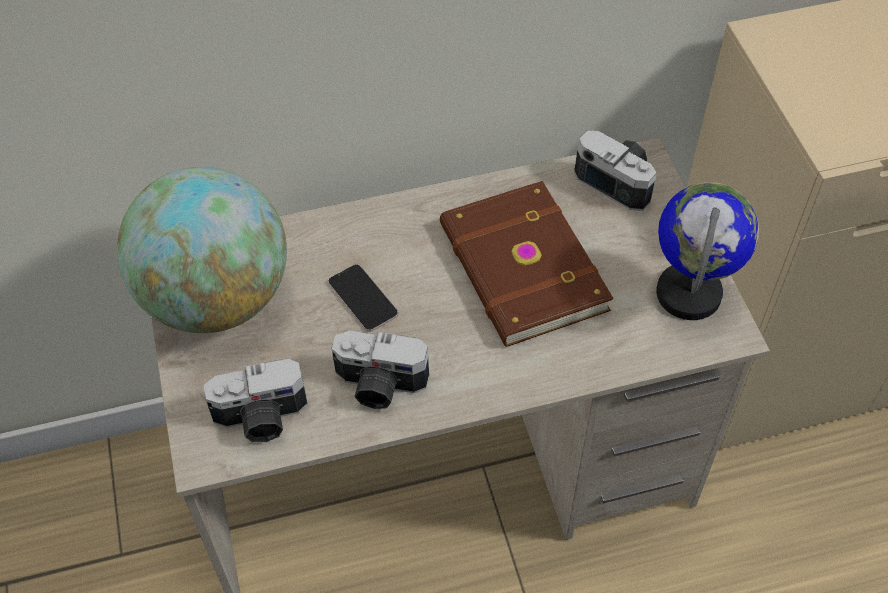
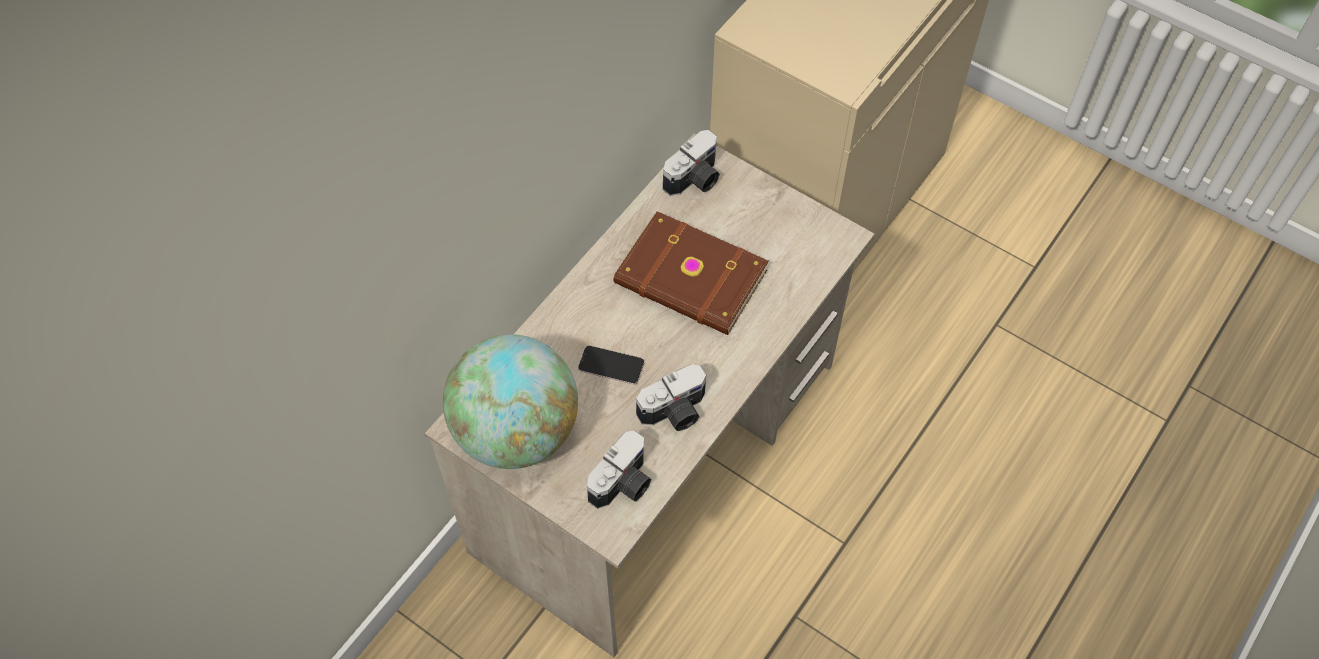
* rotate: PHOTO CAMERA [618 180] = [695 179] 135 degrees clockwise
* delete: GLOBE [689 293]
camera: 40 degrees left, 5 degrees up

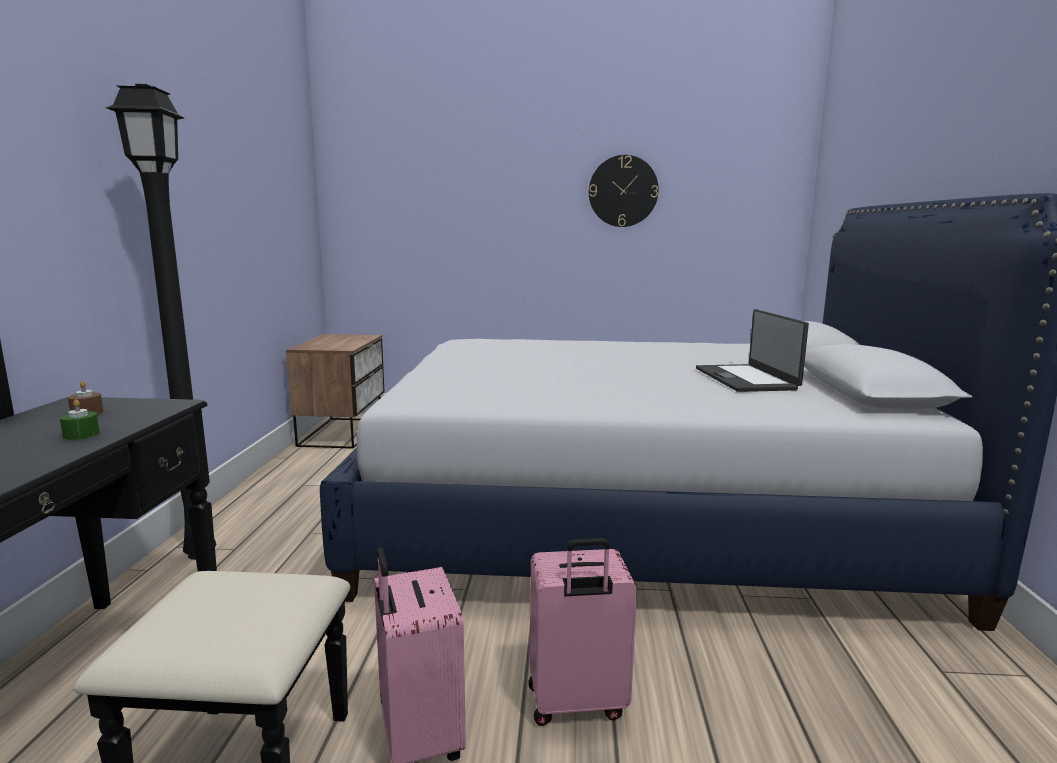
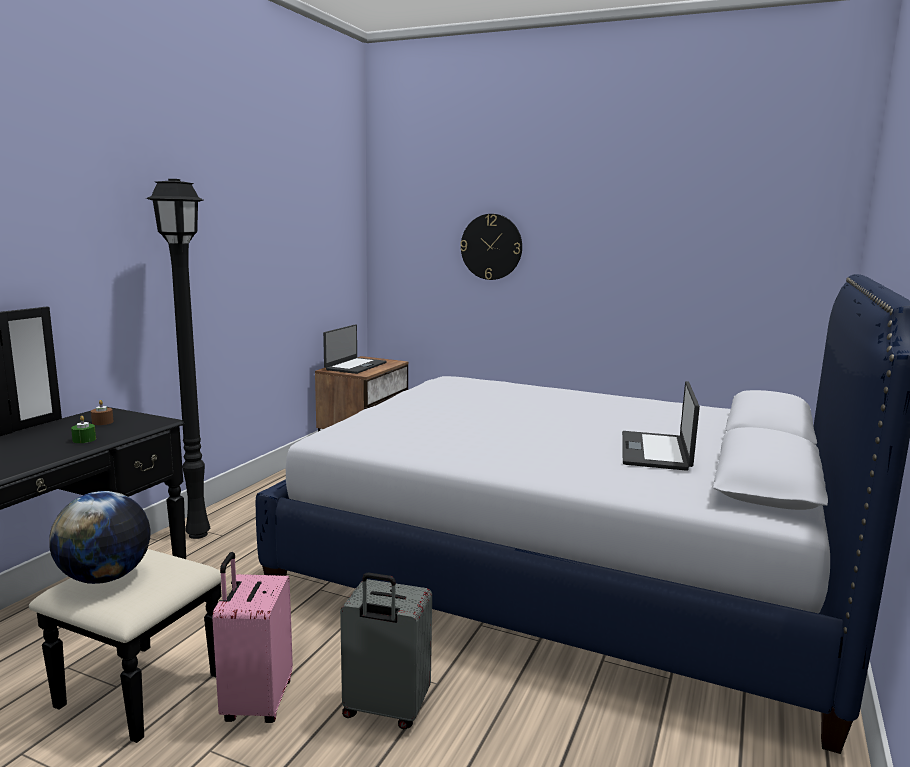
* recolor: PINK SUITCASE [576 704] to GREY SUITCASE [385 710]
* move: WALL CLOCK [623 191] to [491 247]
* insert: GLOBE [105 577]
* insert: LAPTOP [355 366]
camera: 20 degrees right, 0 degrees up

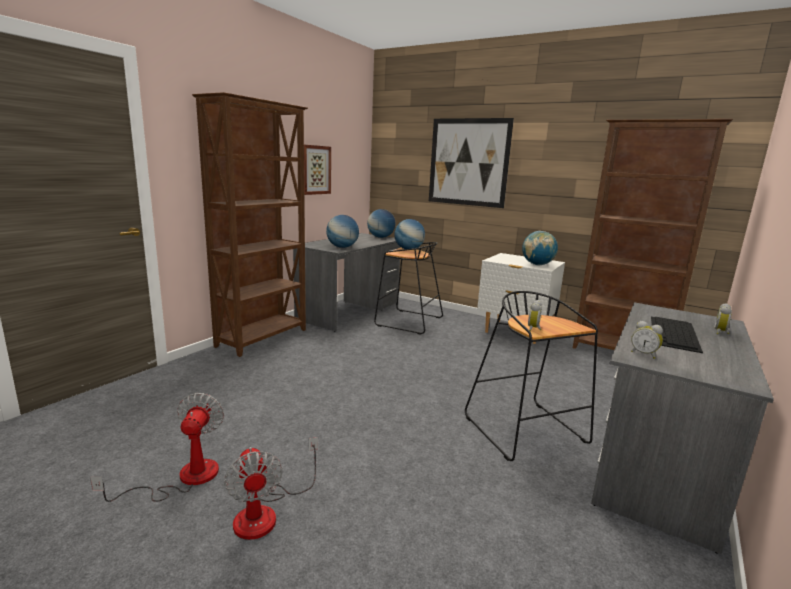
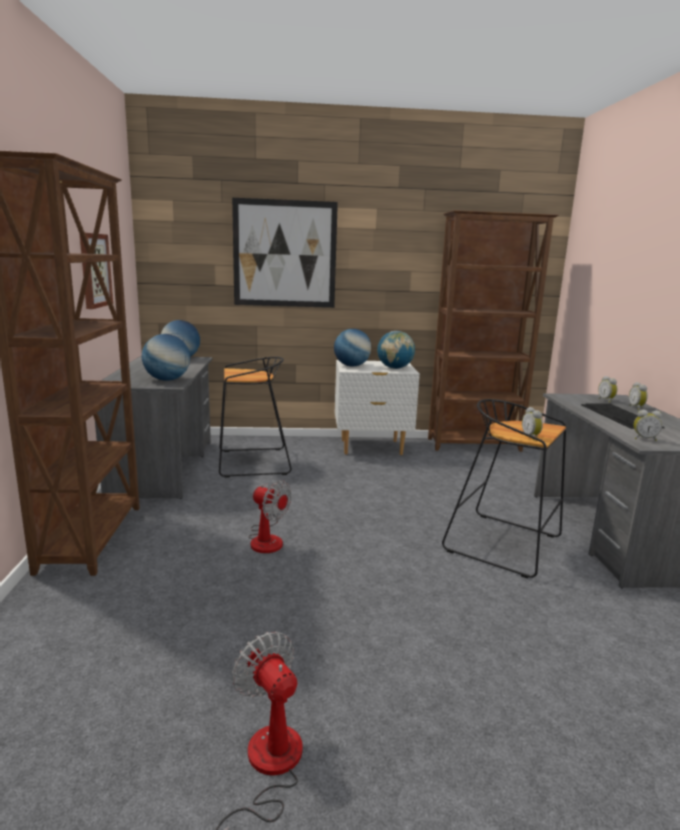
* move: FAN [266 512] to [267 538]
* move: GLOBE [408 249] to [351 366]
* insert: ALARM CLOCK [606 400]
camera: 35 degrees left, 0 degrees up

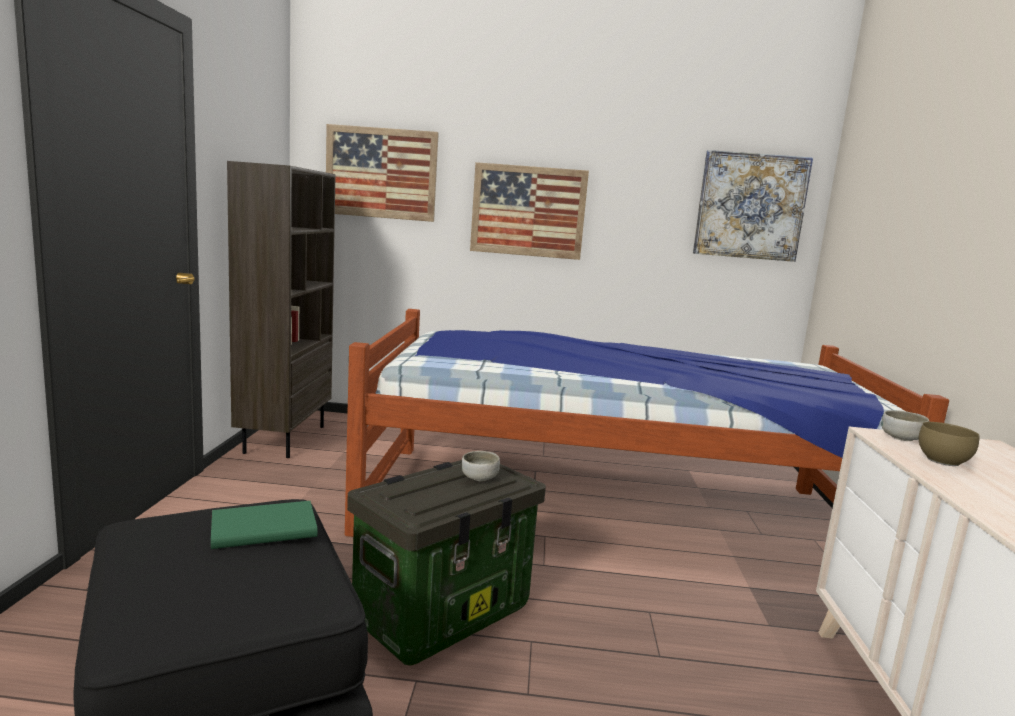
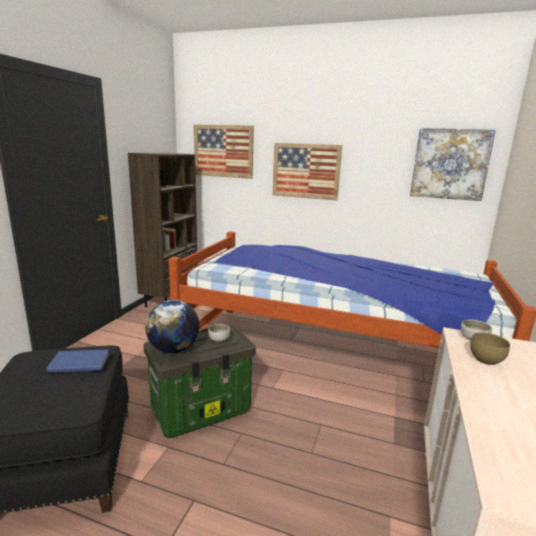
* recolor: GREEN BOOK [262 527] to BLUE BOOK [79 362]
* insert: GLOBE [174 349]
camera: 15 degrees right, 5 degrees up

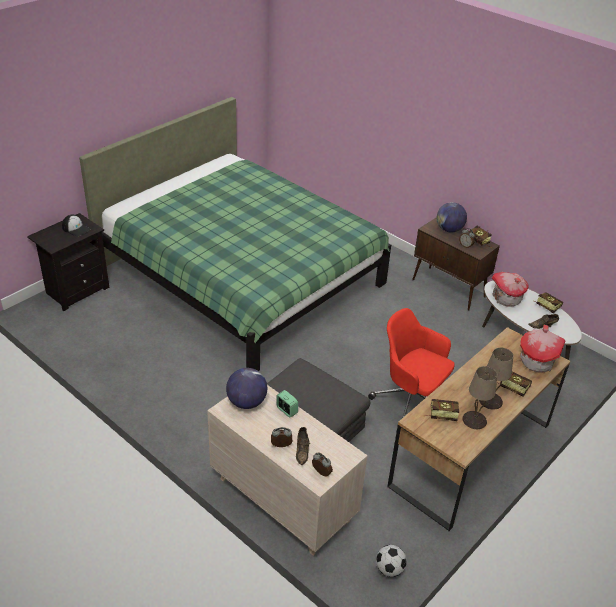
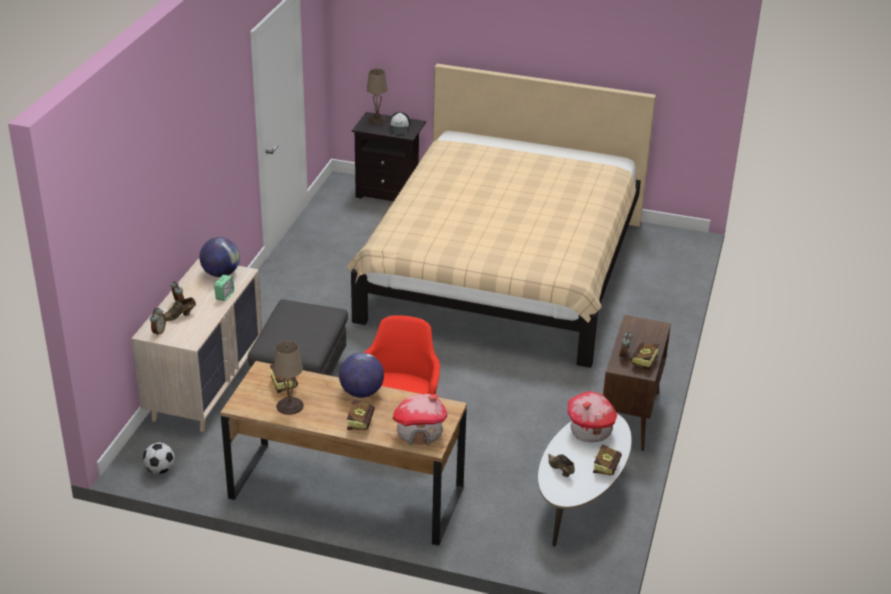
* recolor: GREEN BED [241 276] to BEIGE BED [503 271]
* move: GLOBE [449 230] to [361 392]
* move: BEIGE TABLE LAMP [490 400] to [377 119]
camera: 65 degrees right, 5 degrees down

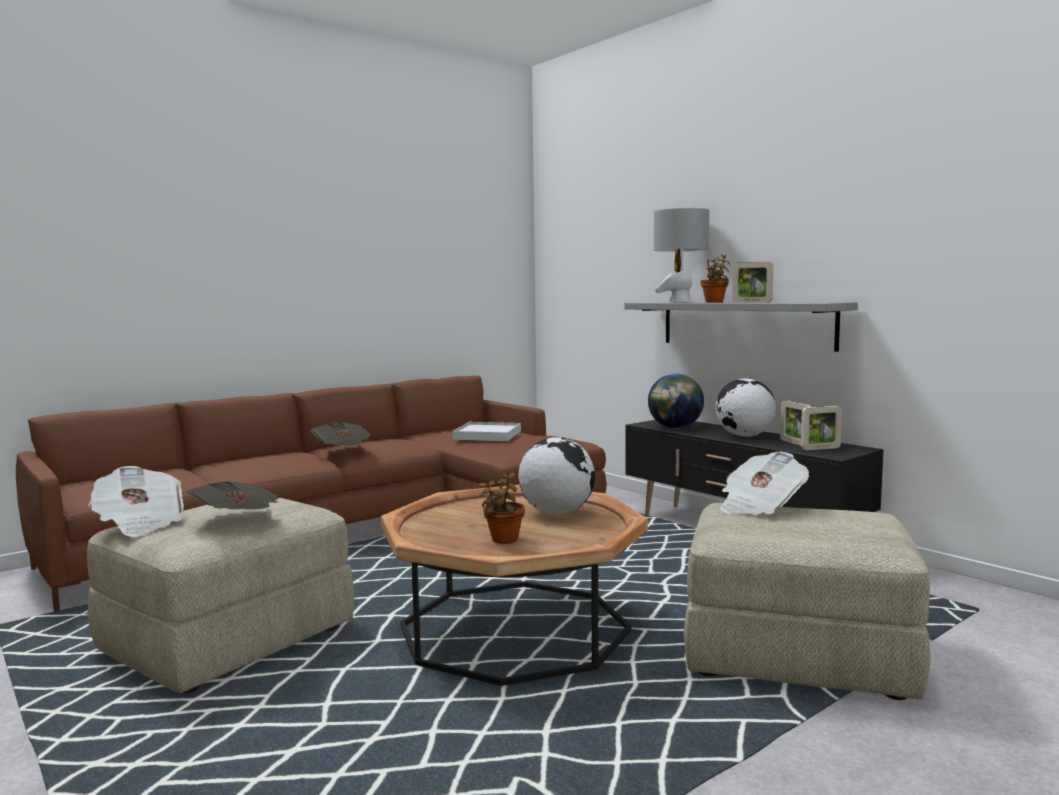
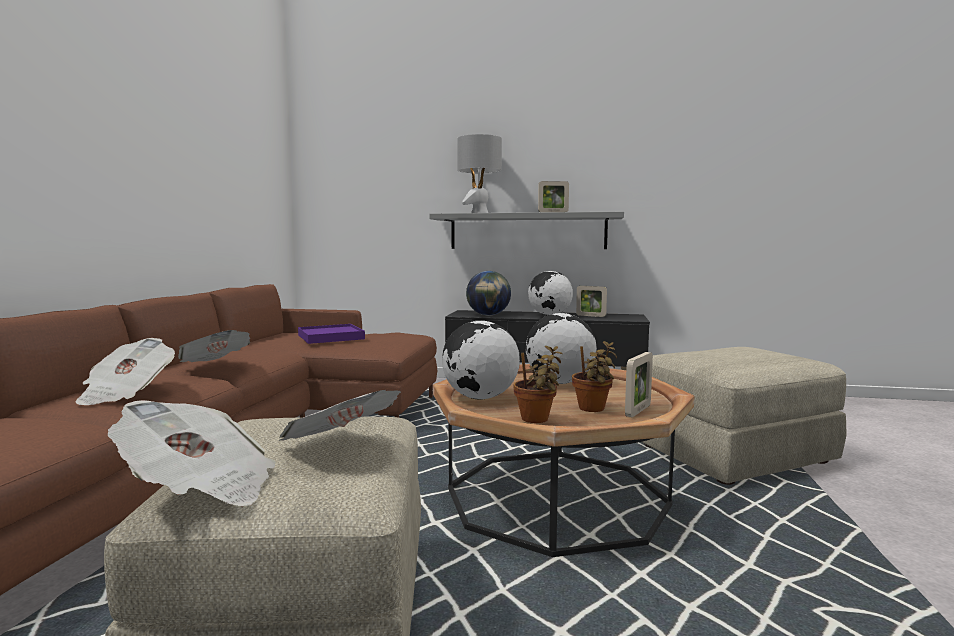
* recolor: WHITE TRAY [487 435] to PURPLE TRAY [330 337]
* move: POTTED PLANT [714 302] to [537 419]
* move: NEWSPAPER [759 507] to [126 394]
* move: PICTURE FRAME [820 448] to [638 411]
* insert: GLOBE [480 398]
camera: 40 degrees left, 0 degrees up

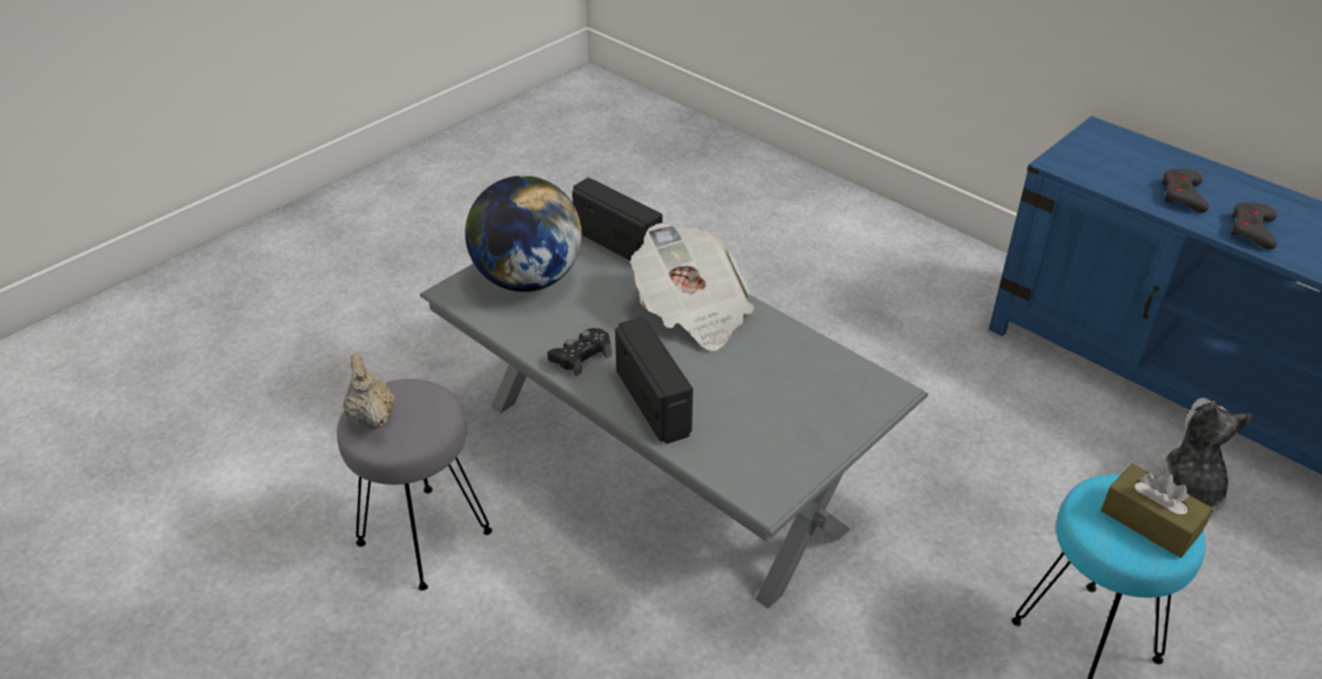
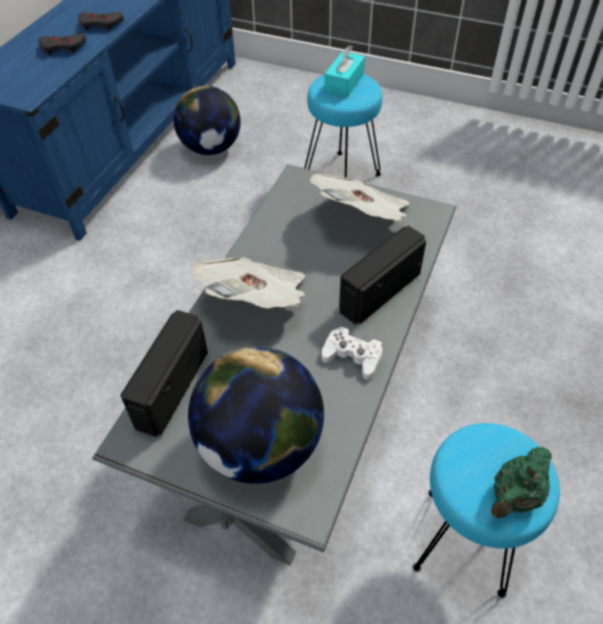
* recolor: GREY STOOL [424 536] to TURQUOISE STOOL [464 542]
* recolor: BEIGE TEAPOT [372 417] to GREEN TEAPOT [514 496]
* recolor: BLACK GAME CONTROLLER [581 356] to WHITE GAME CONTROLLER [352 356]
* recolor: BROWN TISSUE BOX [1150 522] to TURQUOISE TISSUE BOX [344 83]
* replace: PLUSH TOY [1187 488] to GLOBE [211 148]
* insert: NEWSPAPER [362 217]
camera: 110 degrees left, 10 degrees up

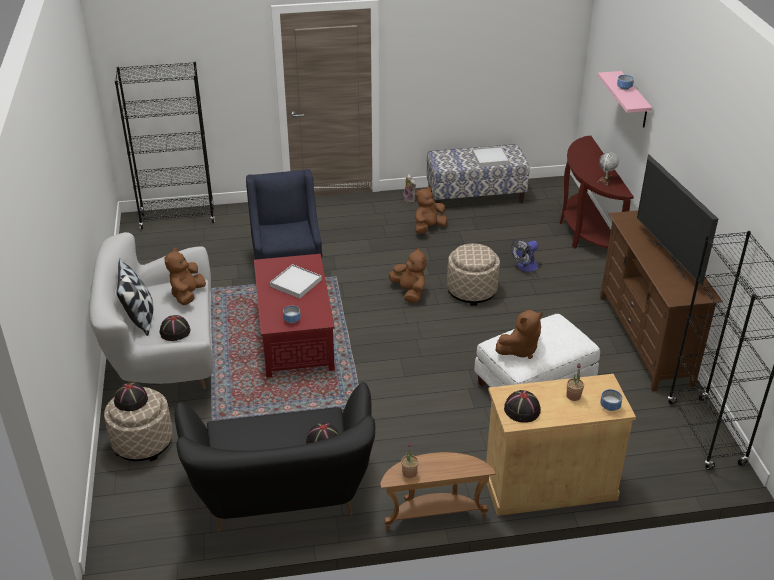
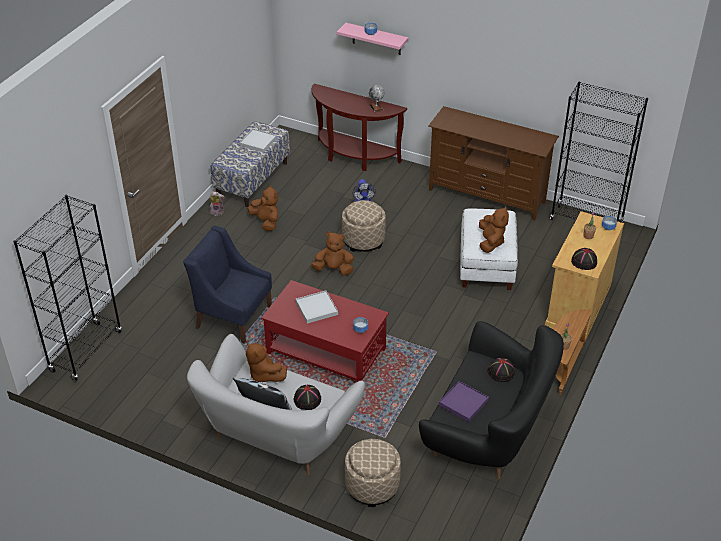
* delete: BLACK HAT [131 400]
* rotate: BROWN PLUSH TOY [428 228] = [266 222] 150 degrees clockwise
* delete: TELEVISION [667 258]
* insert: PURPLE TRAY [463 403]
camera: 55 degrees left, 5 degrees up

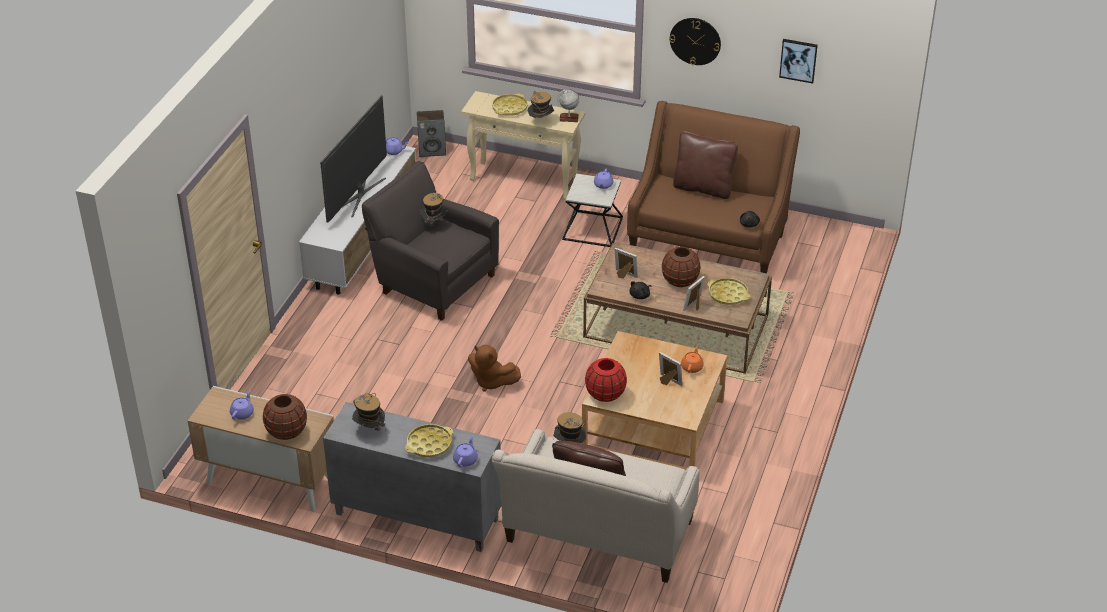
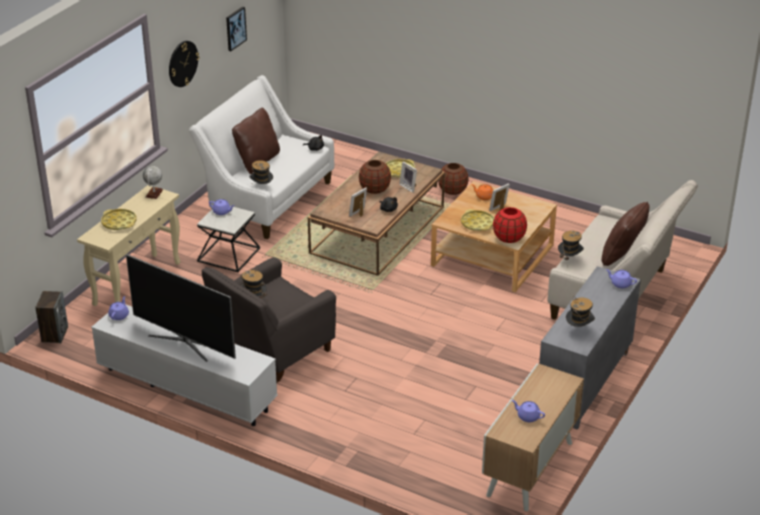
* move: BROWN VASE [286 431] to [453 191]
* move: YELLOW TRAY [429 444] to [477 223]
* delete: BROWN PLUSH TOY [491 382]
* move: HAT [541 122] to [261 188]
* recolor: BROWN SOFA [709 237] to WHITE SOFA [267 200]
camera: 80 degrees left, 5 degrees down

